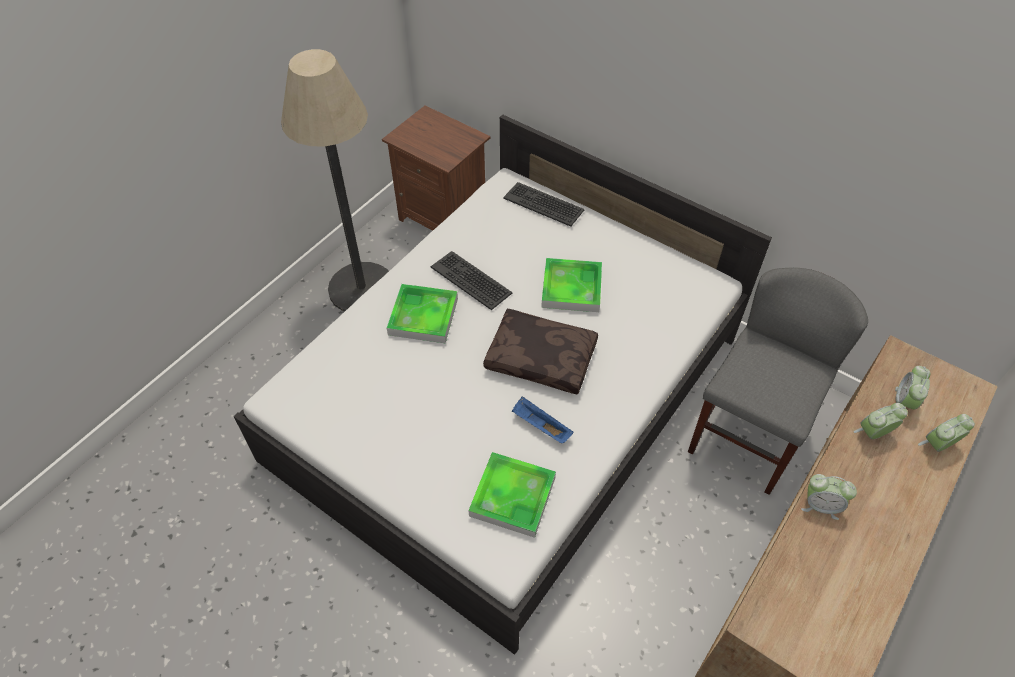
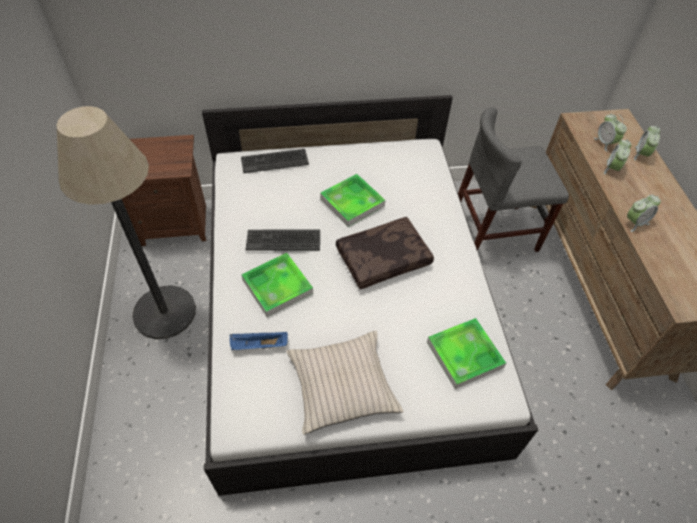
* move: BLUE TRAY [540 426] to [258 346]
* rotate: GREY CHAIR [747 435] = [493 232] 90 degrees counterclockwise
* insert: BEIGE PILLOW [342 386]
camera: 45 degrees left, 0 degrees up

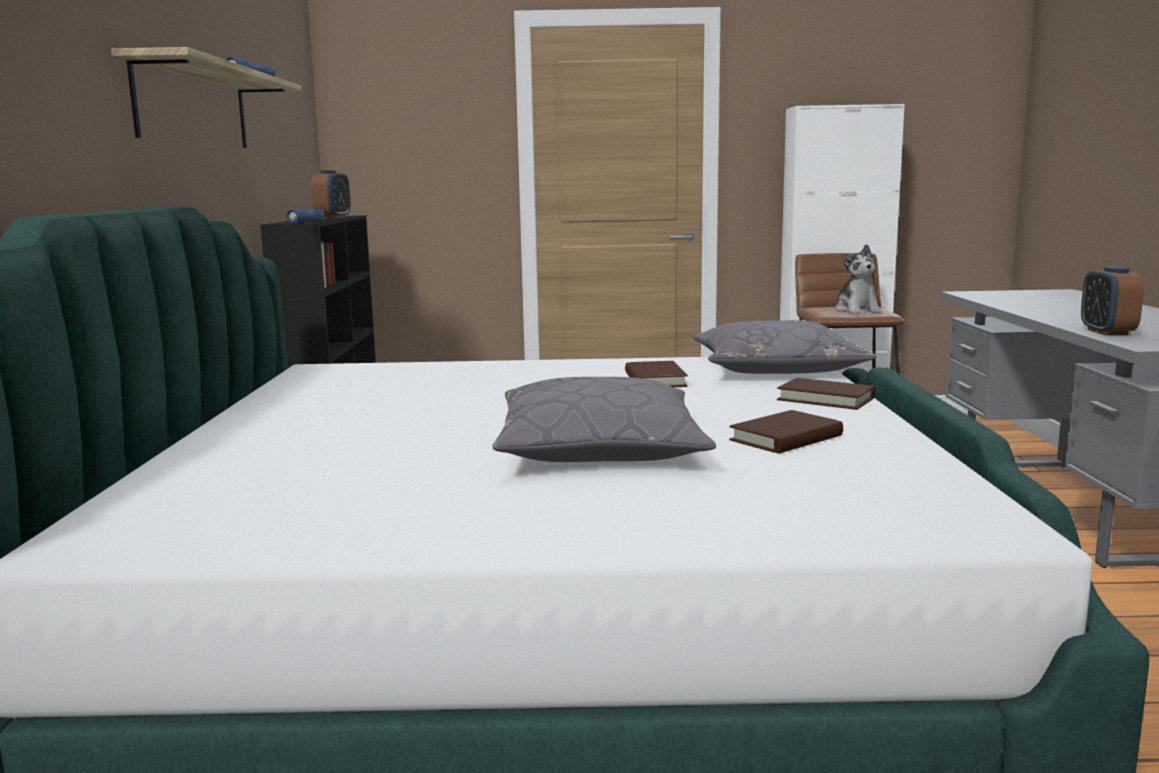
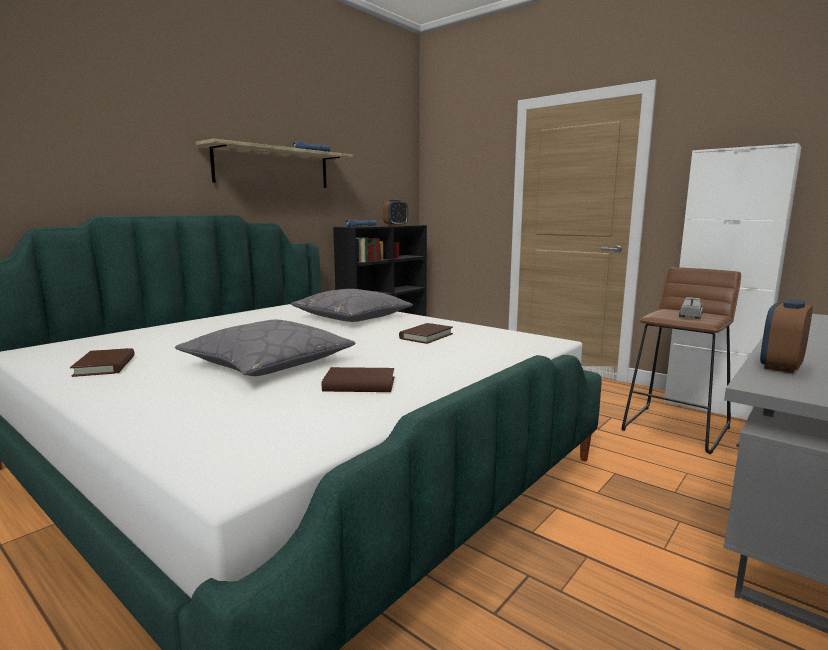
* move: GREY PILLOW [777 369] to [352 317]
* move: BROWN BOOK [825 399] to [105 366]
* replace: PLUSH TOY [857 310] to TOY TRUCK [690 316]
camera: 40 degrees right, 0 degrees up

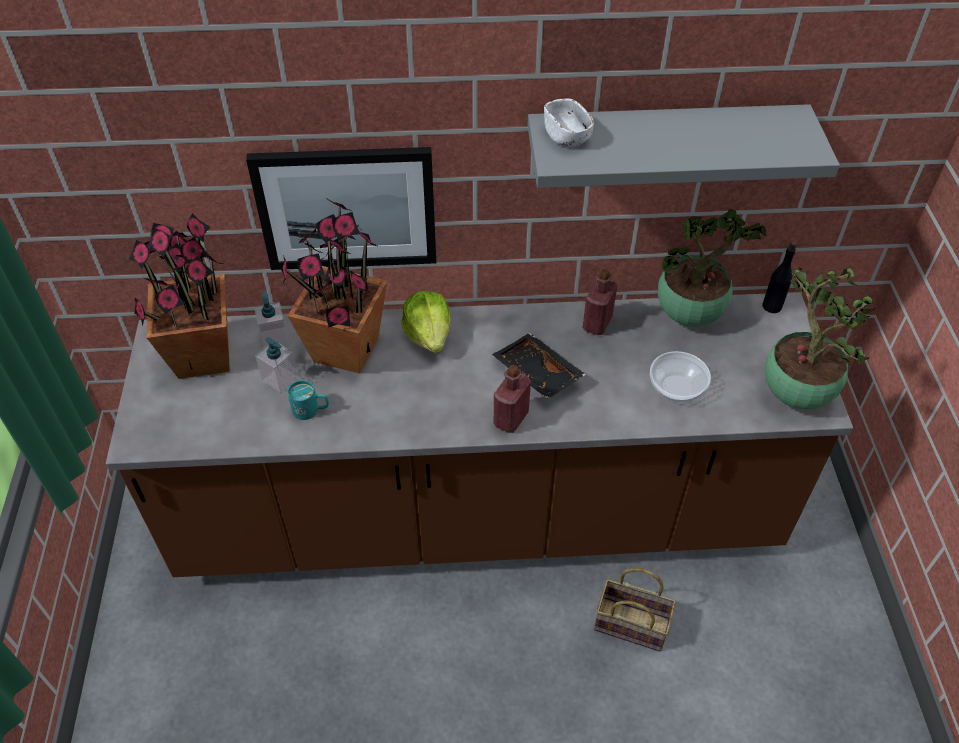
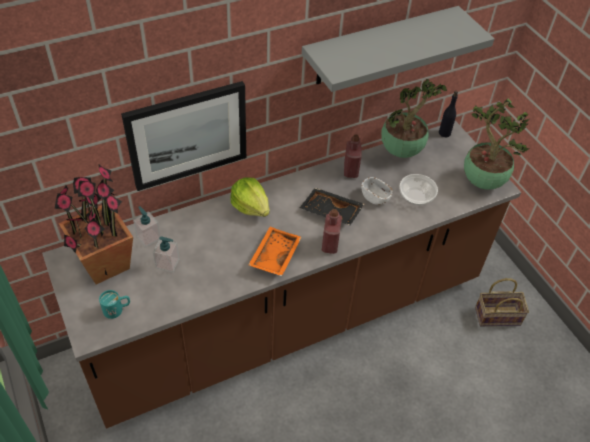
* delete: POTTED PLANT [345 350]
* move: TURQUOISE MUG [311 410] to [117 309]
* move: WHITE BOWL [566 136] to [375 197]
* move: BASKET [633 624] to [498 315]
* insert: ORANGE TRAY [274 255]
camera: 25 degrees left, 0 degrees up

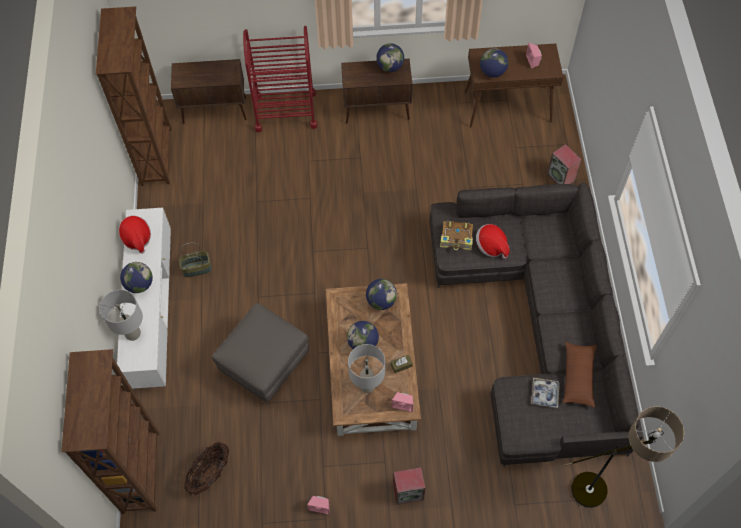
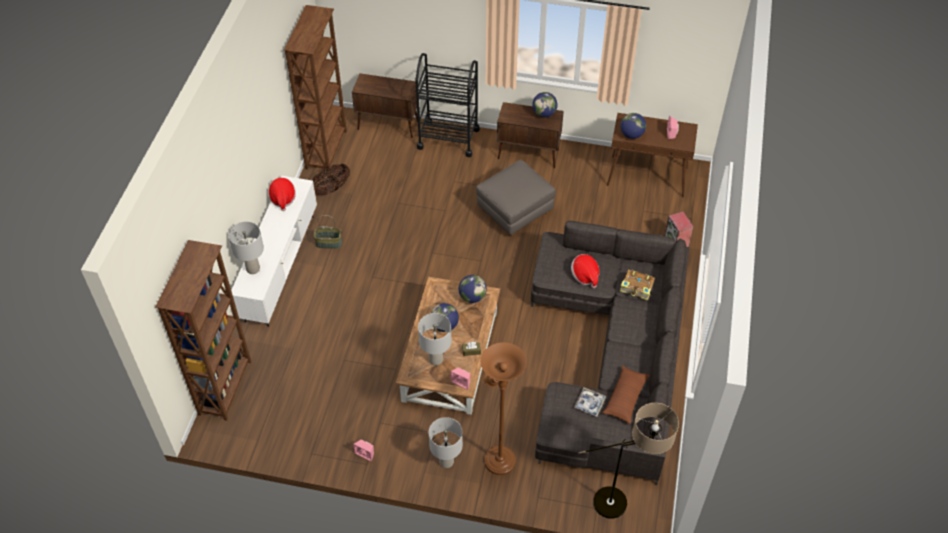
* delete: GLOBE [139 284]
* move: BASKET [210 474] to [331 188]
* move: GREY OTTOMAN [264 363] to [514 212]
* recolor: RED CART [285 111] to BLACK CART [448 138]
* replace: SPEAKER [408 491] to GREY TABLE LAMP [446 462]
* move: BOOK [457 239] to [637 288]
* insert: BROWN FLOOR LAMP [498 457]
camera: 15 degrees right, 10 degrees down

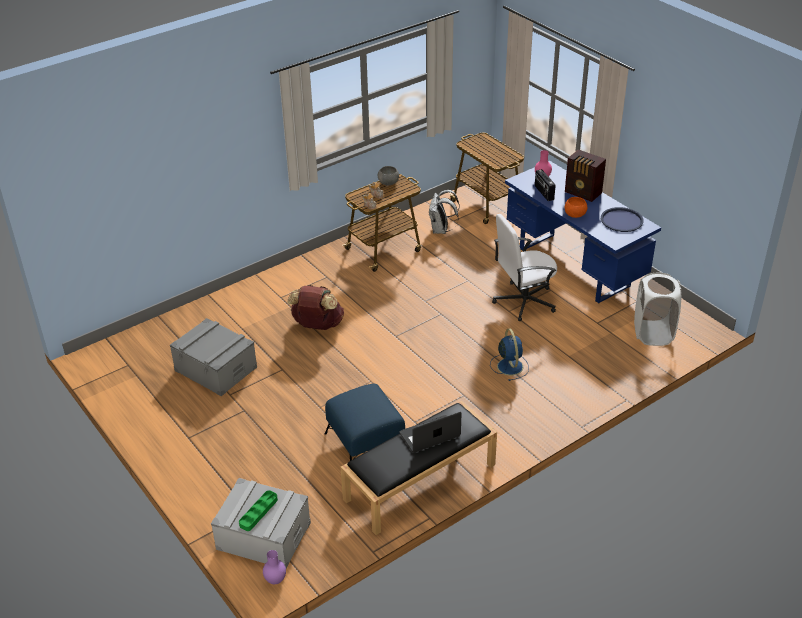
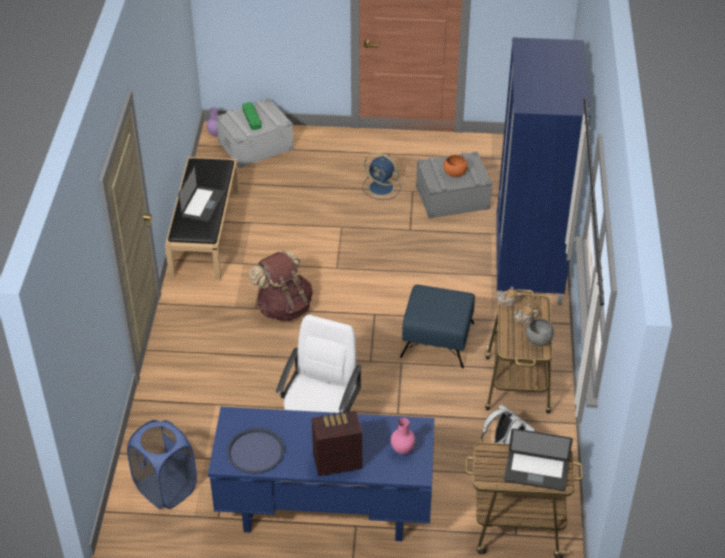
* move: BROWN BACKPACK [317 325] to [284 307]
* move: BLUE OTTOMAN [366 442] to [438 340]
* move: BLUE FAN [509 366] to [382 188]
* delete: RADIO [543 193]
* move: ORANGE BOWL [575 214] to [454 173]
* recolor: WHITE LAUNDRY BASKET [653 333] to BLUE LAUNDRY BASKET [166 488]
* insert: BLUE WARDROBE [528 264]
* insert: LAPTOP [536 472]
camera: 130 degrees right, 5 degrees up

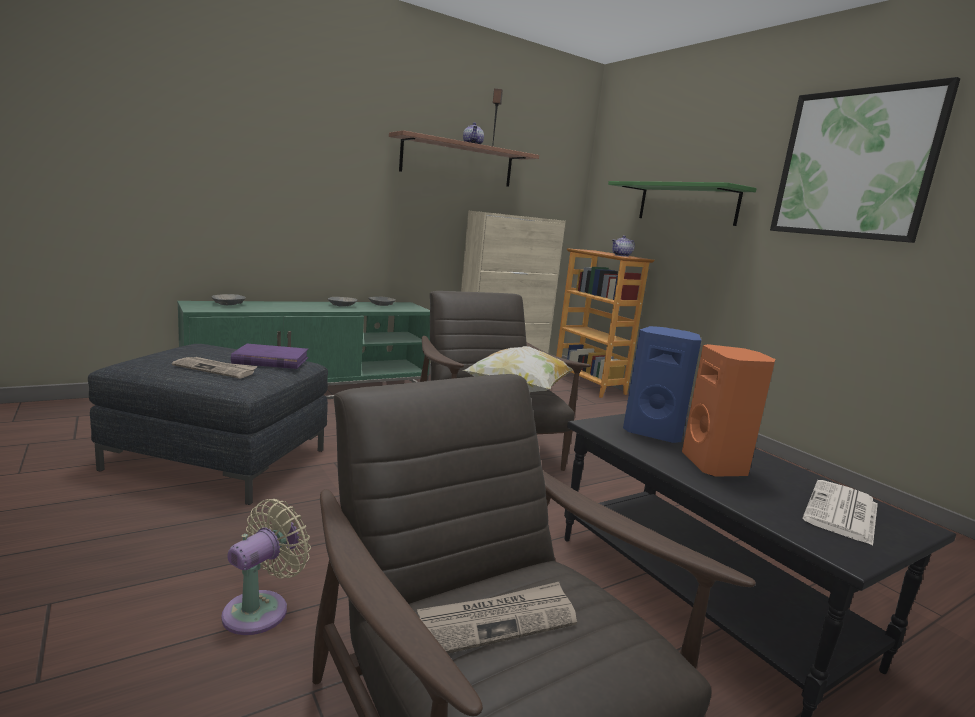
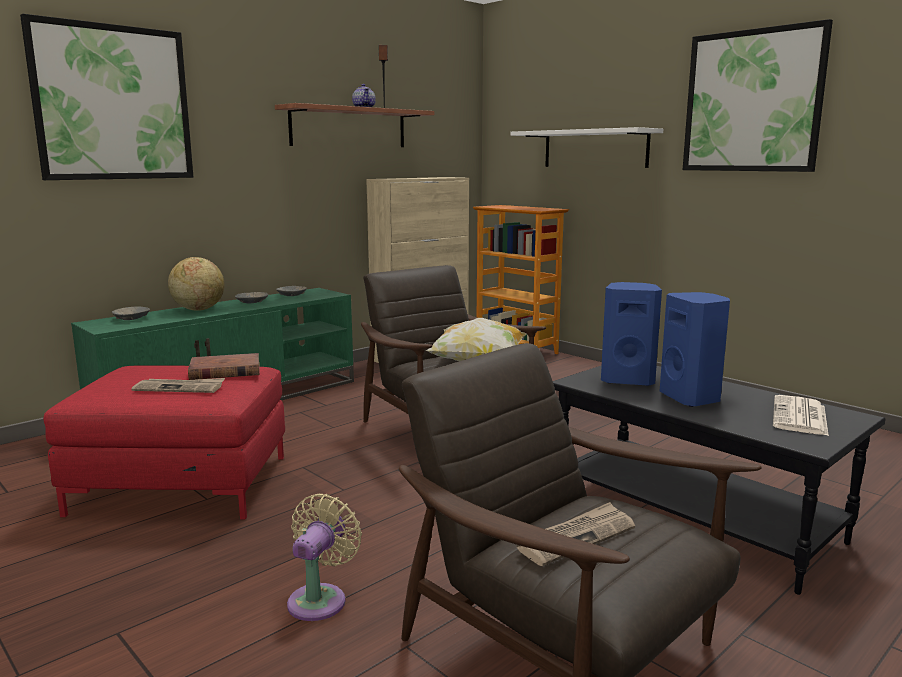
* recolor: GREY OTTOMAN [218 459] to RED OTTOMAN [181 485]
* recolor: PURPLE BOOK [270 360] to BROWN BOOK [224 371]
* recolor: GREEN SHELF [687 204] to WHITE SHELF [595 149]
* delete: TEAPOT [621 255]
* recolor: ORANGE SPEAKER [716 466] to BLUE SPEAKER [691 398]
* insert: PICTURE [113 103]
* insert: GLOBE [198 309]
camera: 10 degrees left, 0 degrees up

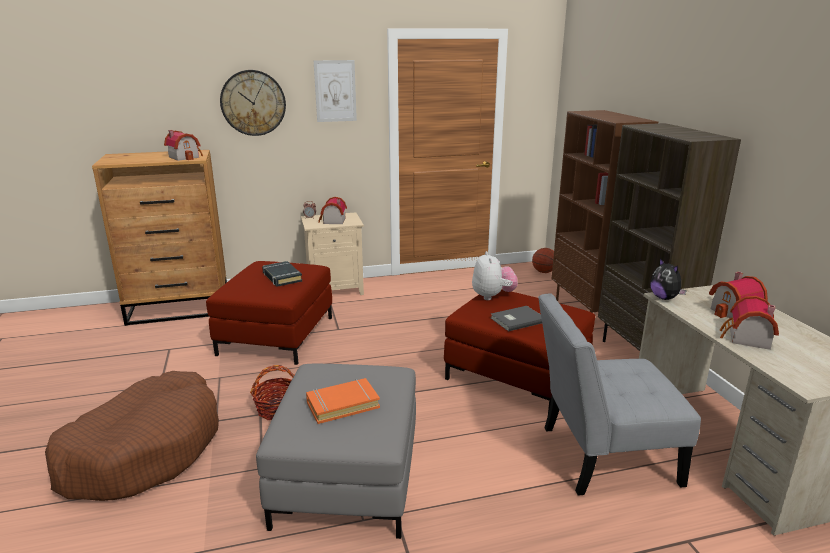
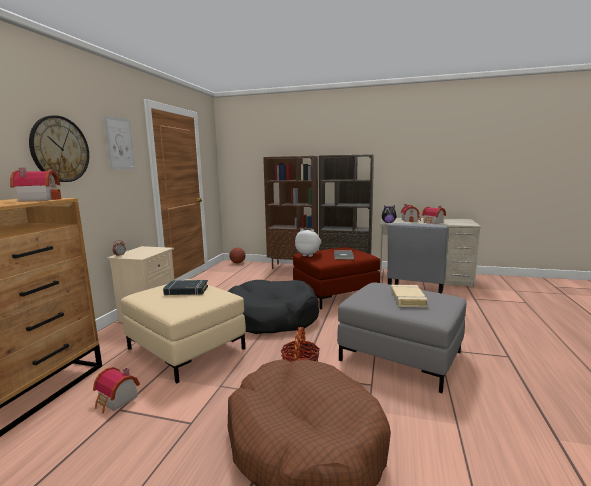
* recolor: RED OTTOMAN [277 336] to BEIGE OTTOMAN [187 348]
* recolor: ORANGE BOOK [342 404] to BEIGE BOOK [407 299]
* move: TOY HOUSE [332 221] to [116 401]
* insert: BLACK DOG BED [270 318]
camera: 60 degrees left, 10 degrees down

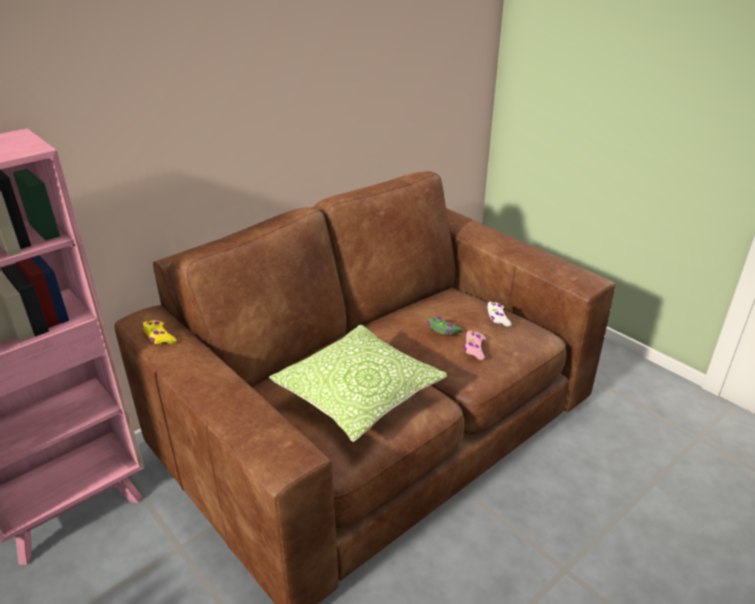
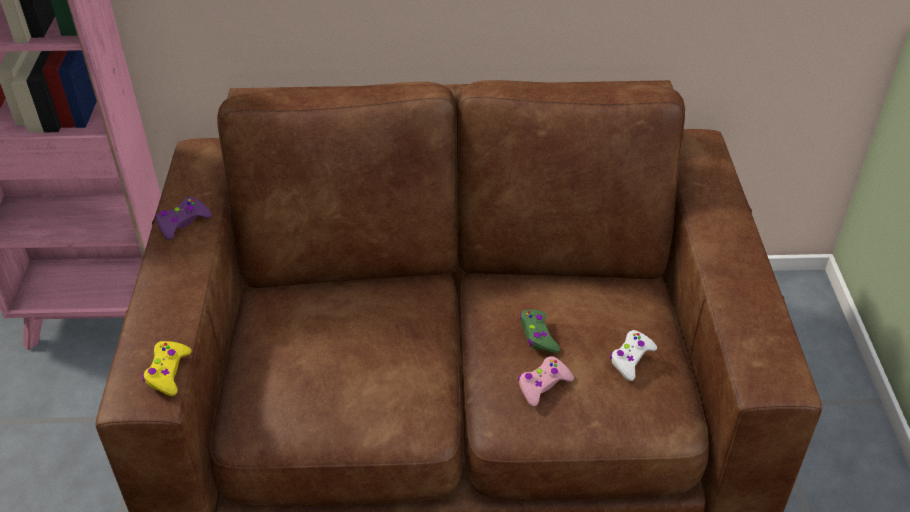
* move: YELLOW GAME CONTROLLER [159 337] to [168 372]
* delete: PILLOW [358 394]
* insert: PURPLE GAME CONTROLLER [183 223]
camera: 40 degrees right, 10 degrees up

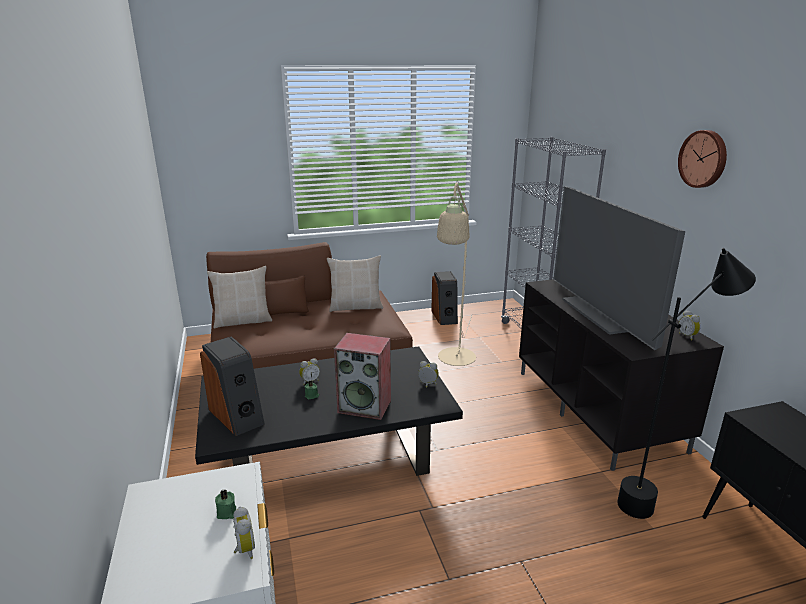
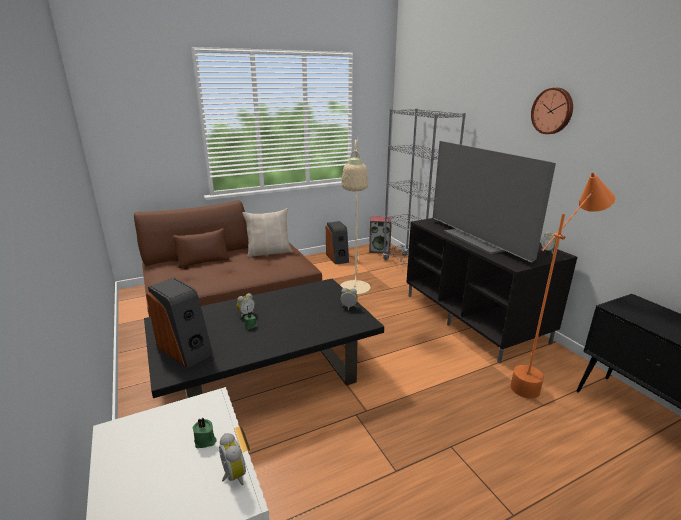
* delete: BEIGE PILLOW [243 321]
* move: SPEAKER [365 406] to [379 250]
* recolor: BLACK FLOOR LAMP [657 497] to ORANGE FLOOR LAMP [538 380]
camera: 10 degrees left, 0 degrees up

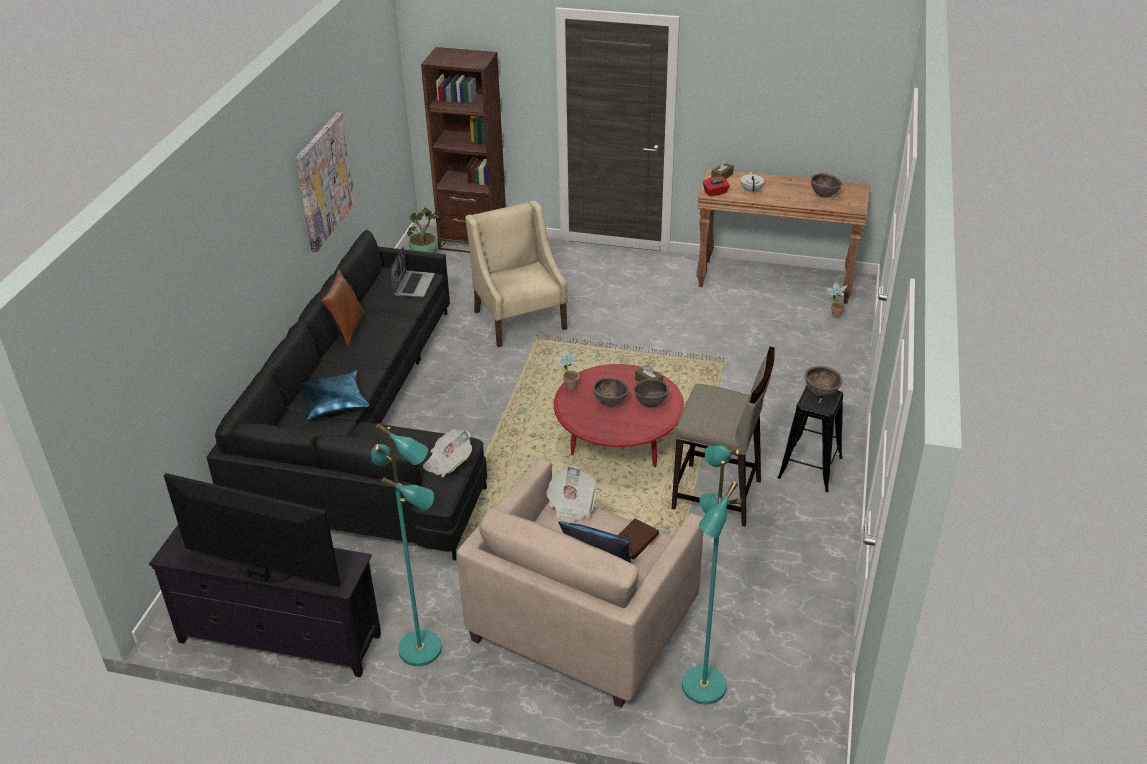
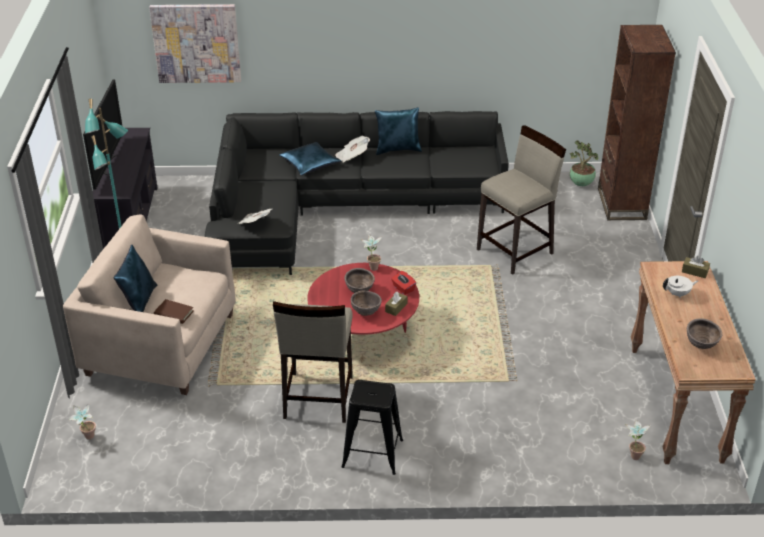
* move: PICTURE [324 181] to [196 43]
* recolor: BROWN PILLOW [347 329] to BLUE PILLOW [398 149]
* delete: LAPTOP [413 285]
* replace: BEIGE ARMCHAIR [520 319] to BEIGE STOOL [516 251]
* move: NEWSPAPER [571 506] to [352 156]
* delete: TURQUOISE FLOOR LAMP [702 685]
* move: RED TISSUE BOX [715 192] to [403 288]
* delete: BROWN BOWL [821 393]
* insert: POTTED PLANT [87 438]
camera: 75 degrees right, 0 degrees up

